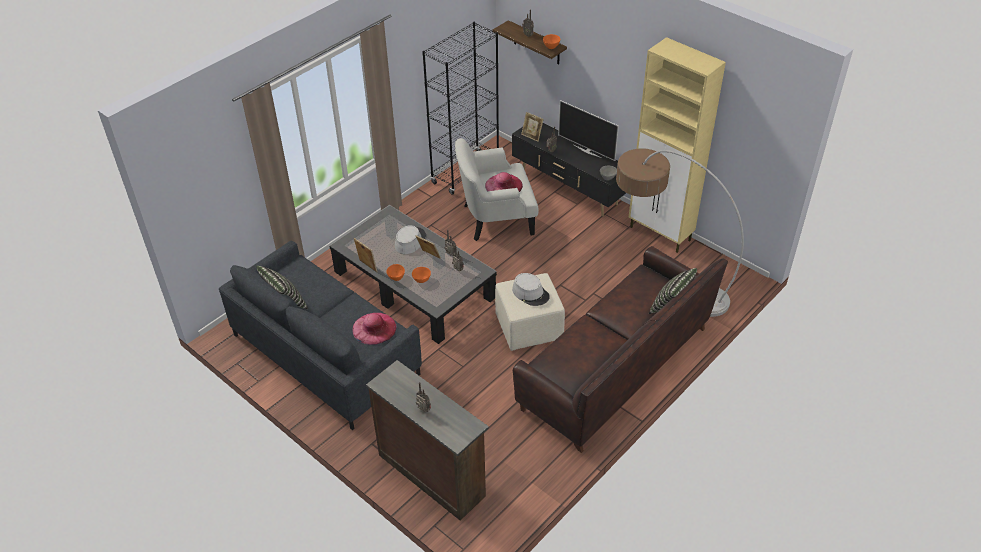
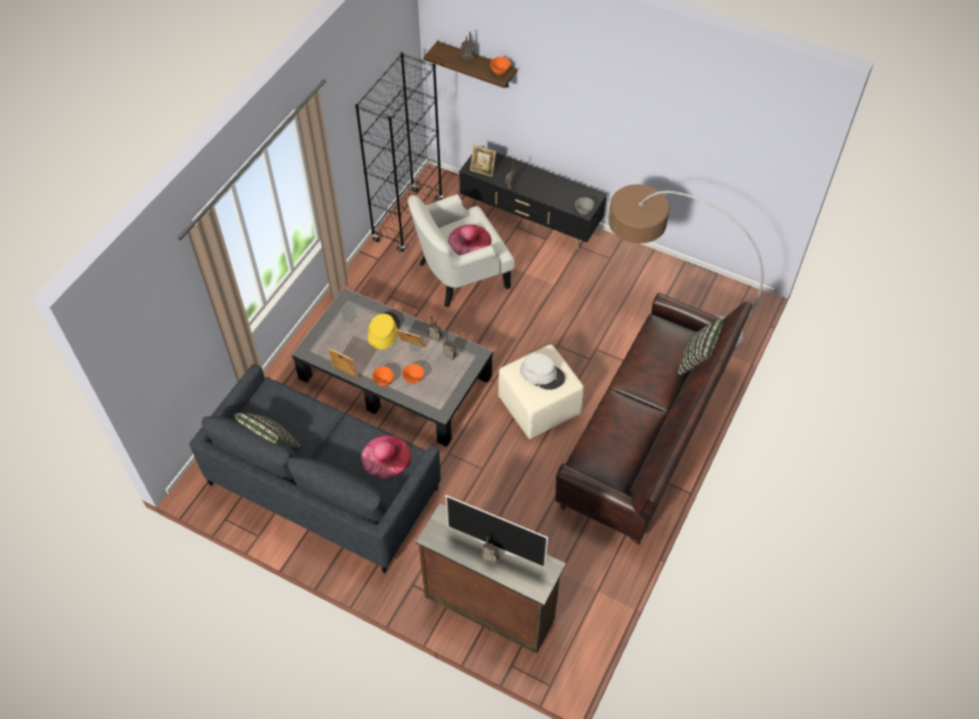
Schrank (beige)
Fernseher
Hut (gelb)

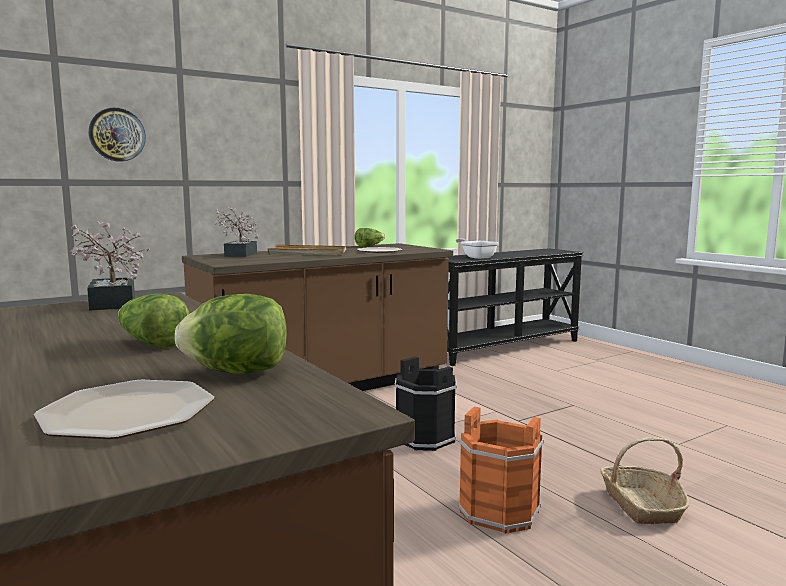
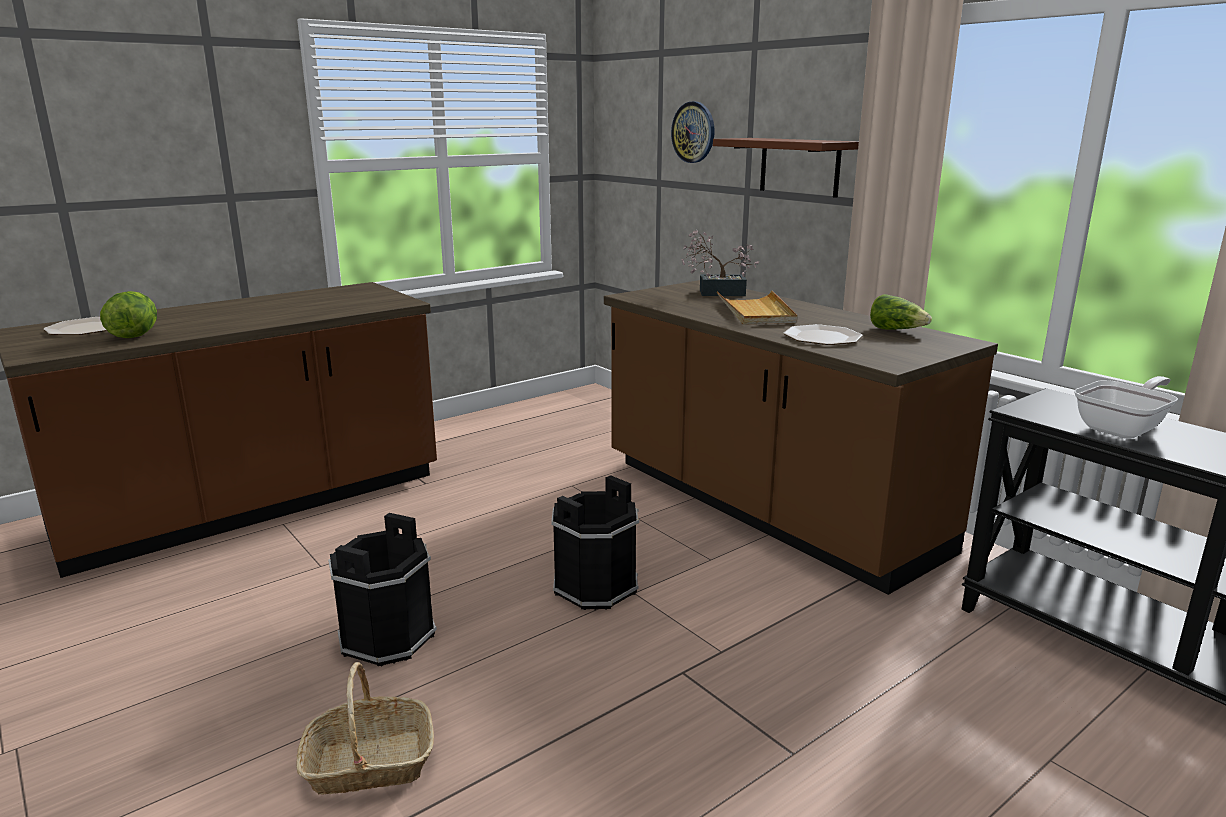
Topfpflanze (1st from left in the first image)
Salatkopf (1st from left in the first image)
Eimer (schwarz) (1st from left)
Wandregal (braun)

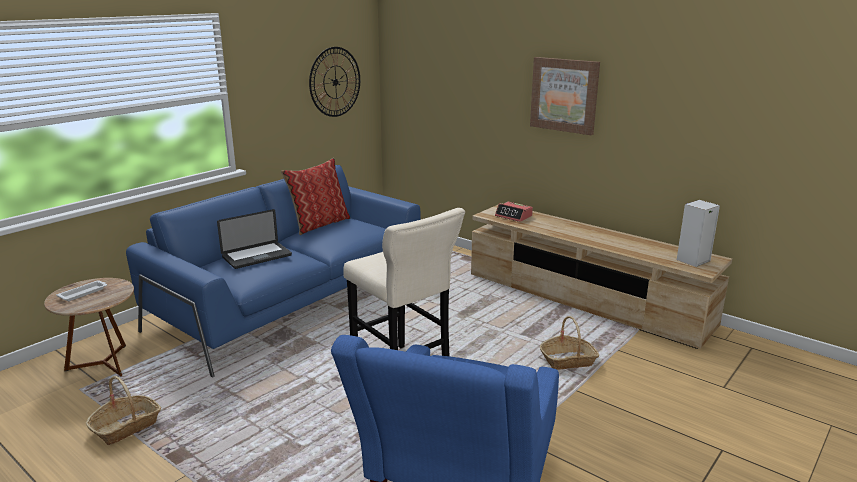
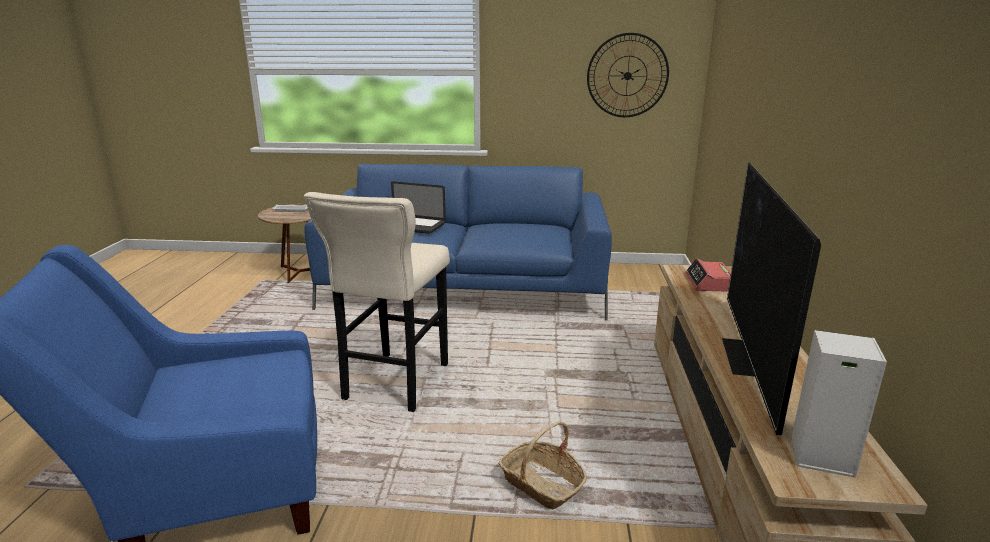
Bild
Kissen
Korb (1st from left in the first image)
Fernseher

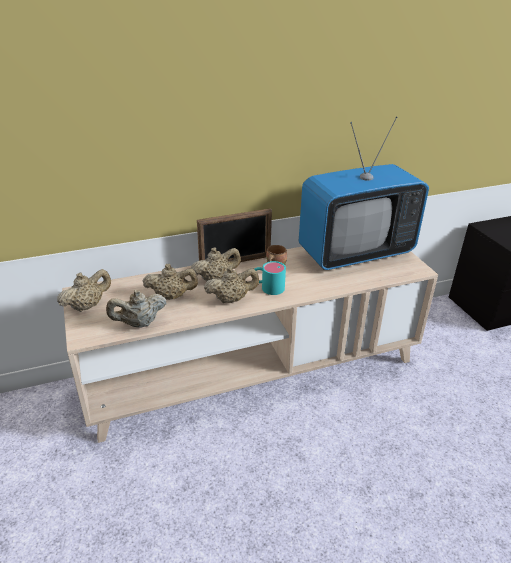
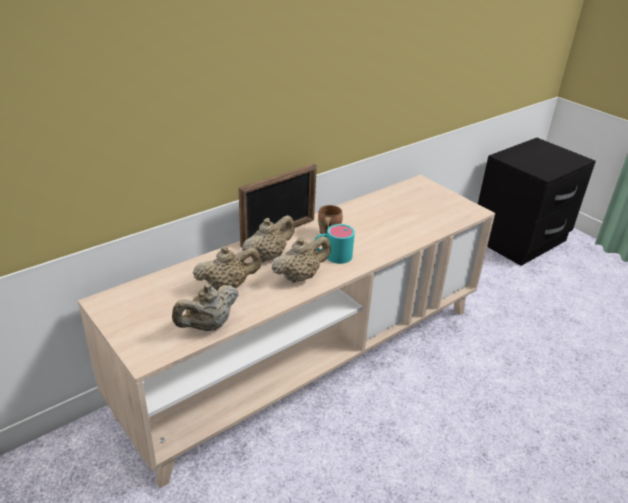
Fernseher
Teekanne (beige) (1st from left in the first image)

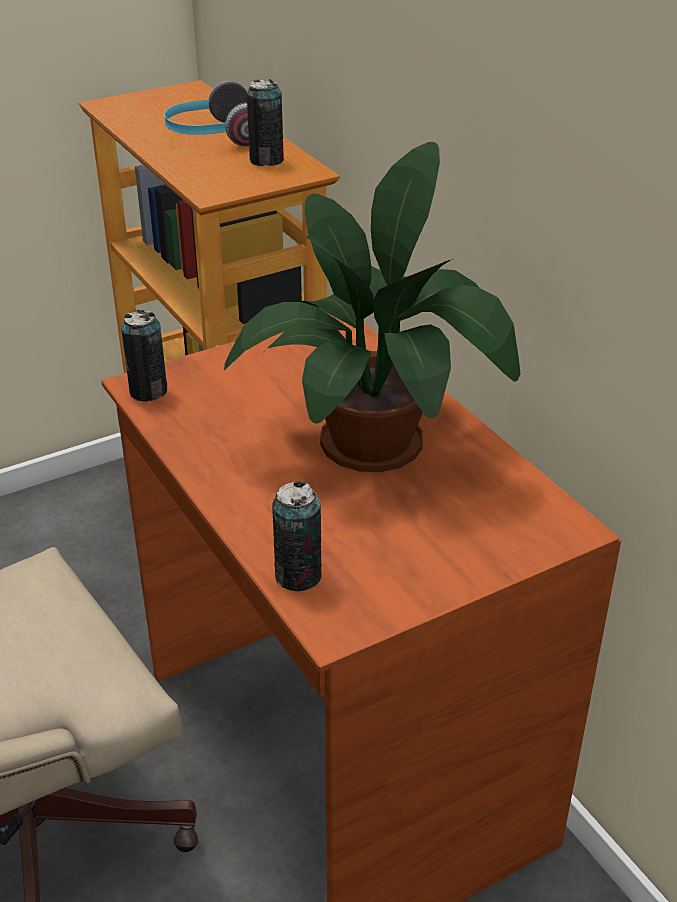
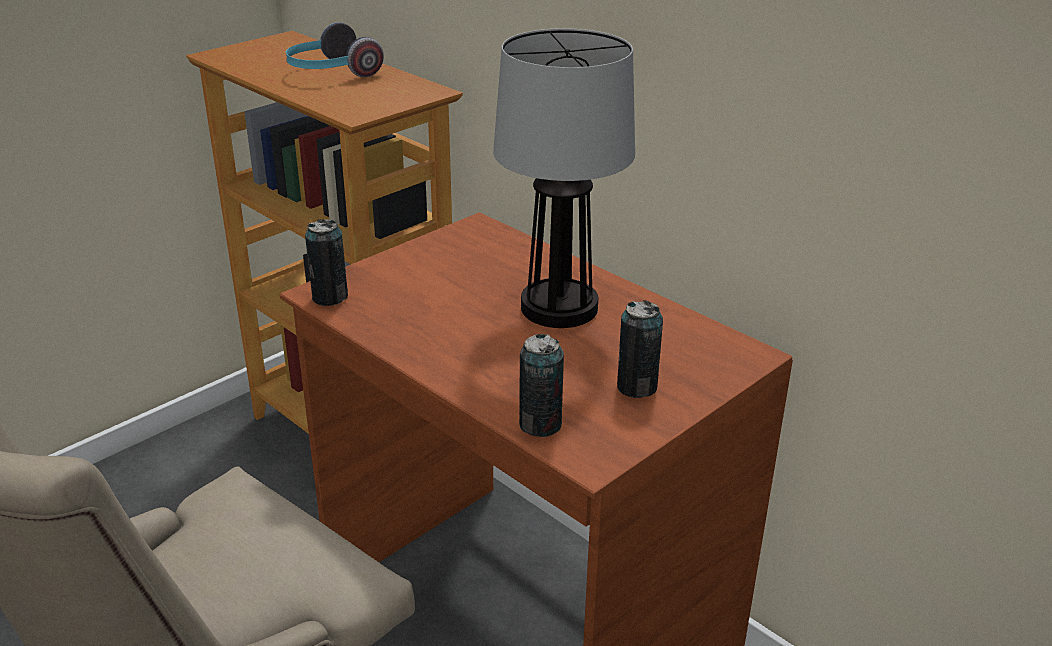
Dose (3rd from left)
Tischlampe

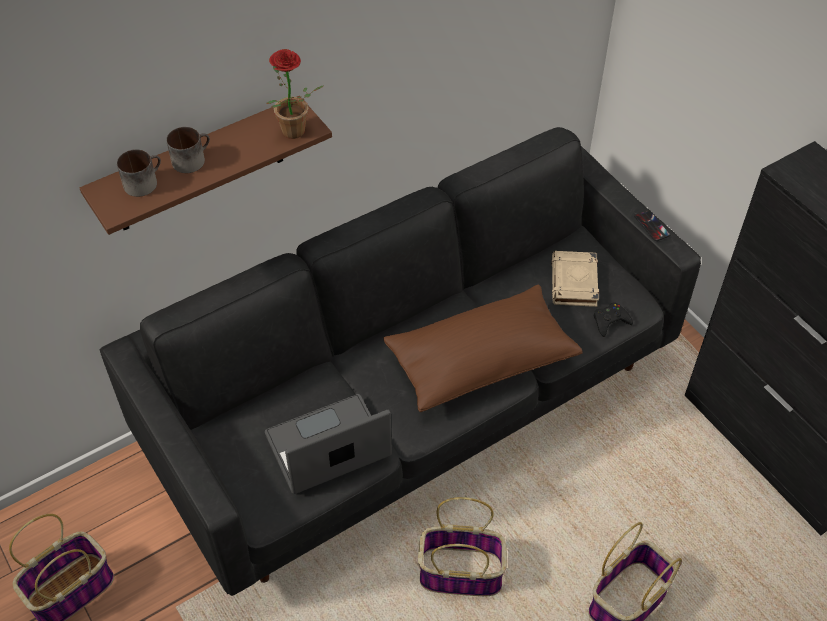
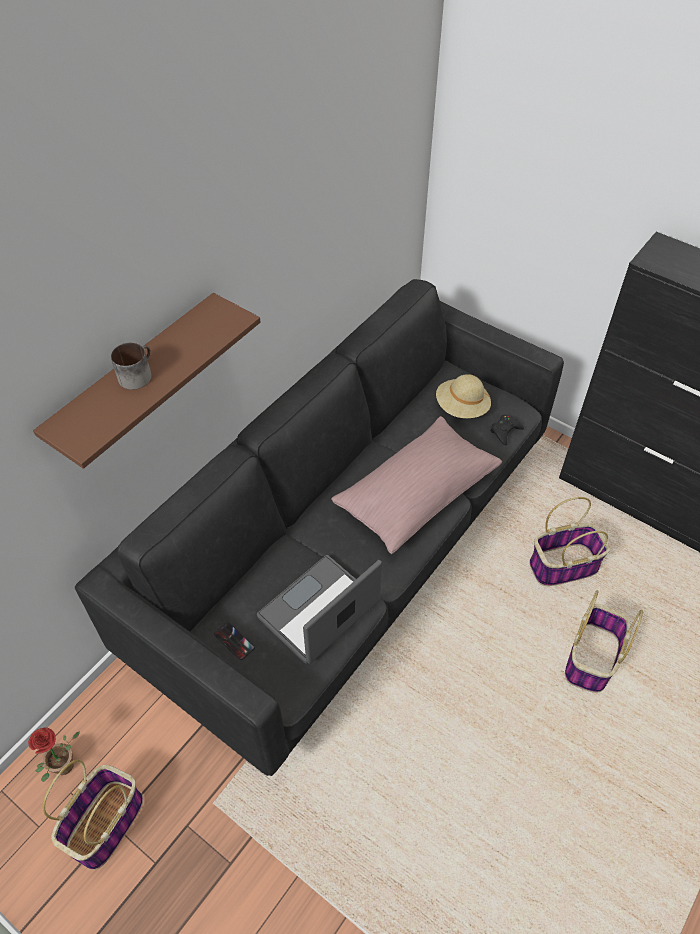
Topfpflanze
Henkelbecher (1st from left in the first image)
Handy
Hut (beige)
Kissen (rosa)
Korb (2nd from left)

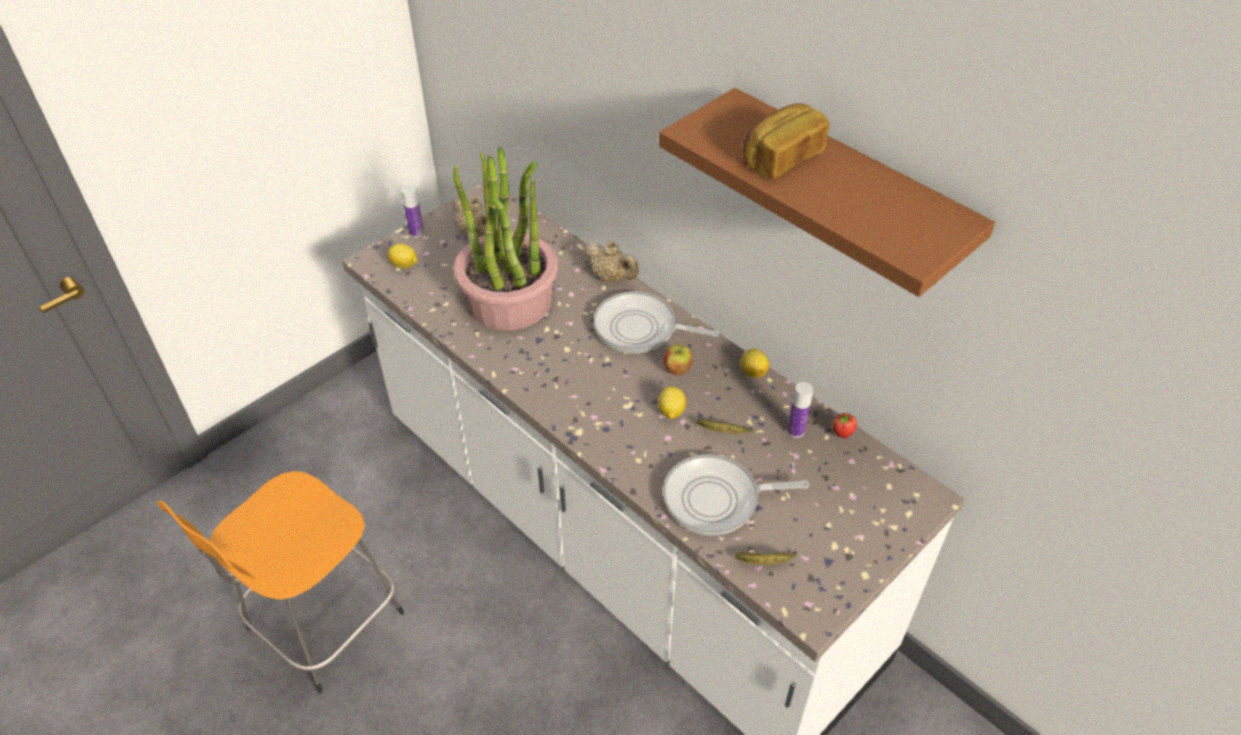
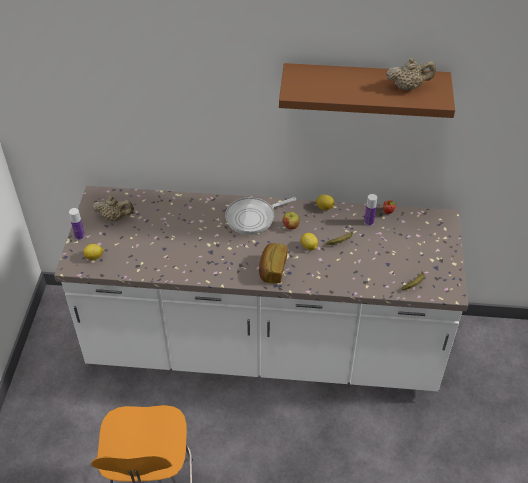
Brot
Topfpflanze
Teekanne (beige) (2nd from left)
Pfanne (2nd from left in the first image)

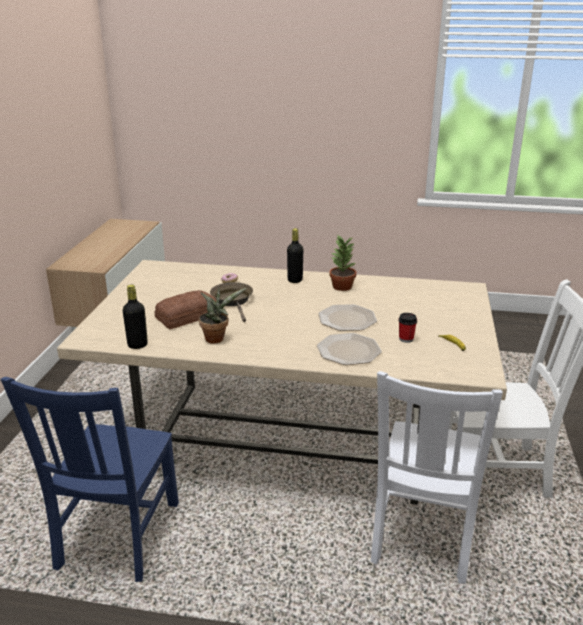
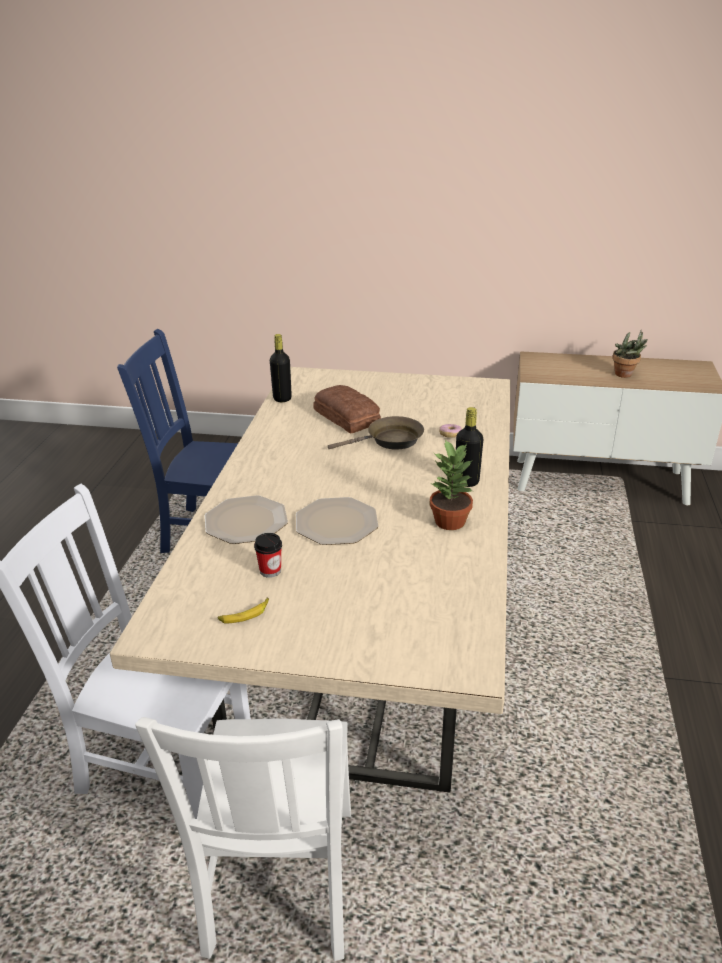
Topfpflanze (2nd from left)

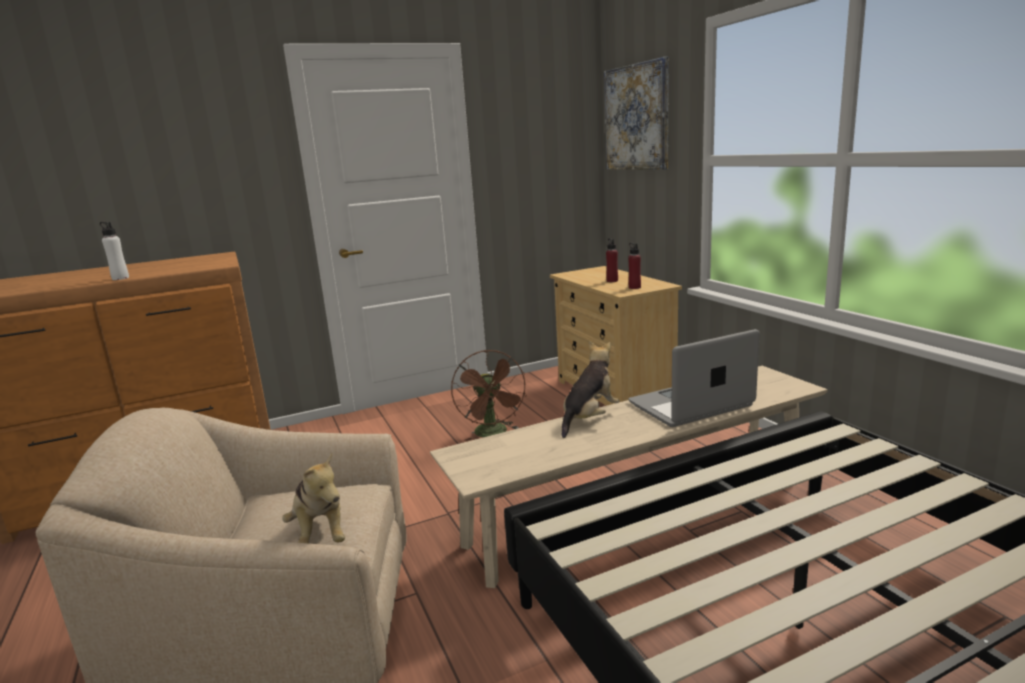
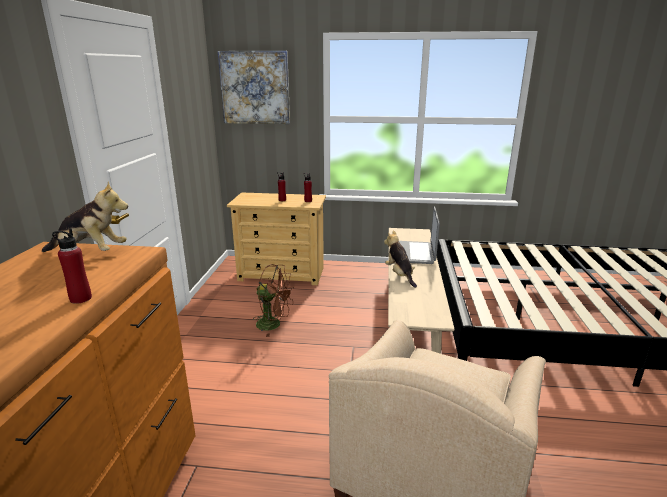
Flasche (rot) (1st from left)
Plüschtier (1st from left)

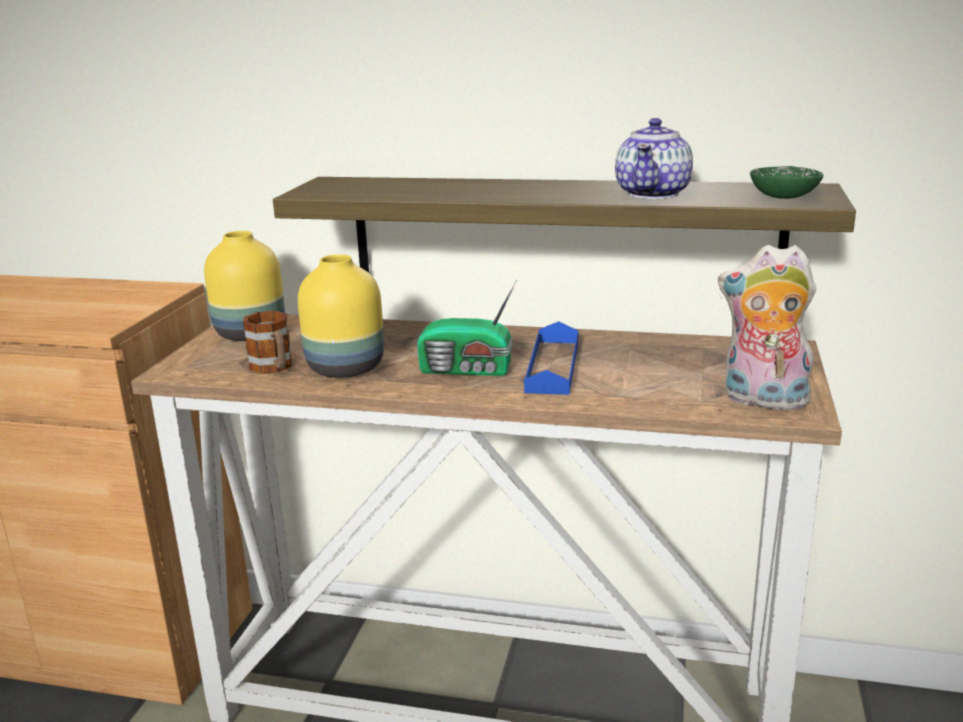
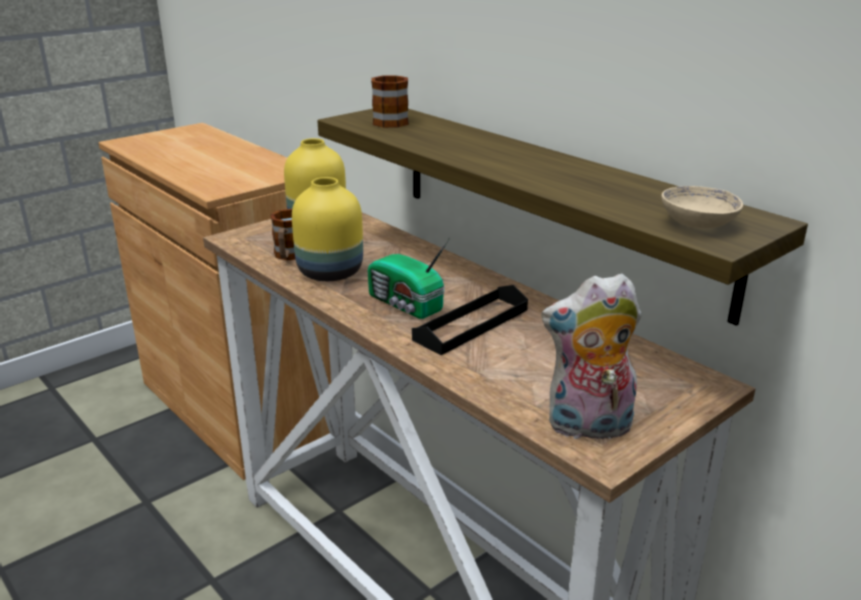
Teekanne
Schüssel (beige)
Plüschtier
Tablett (schwarz)
Henkelbecher (2nd from left)

